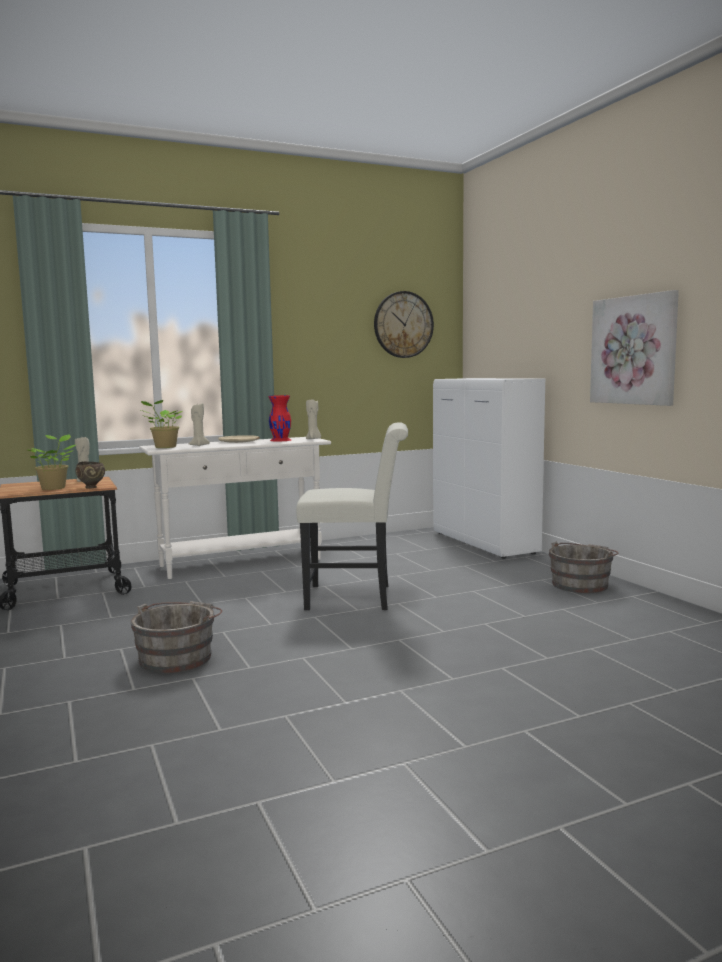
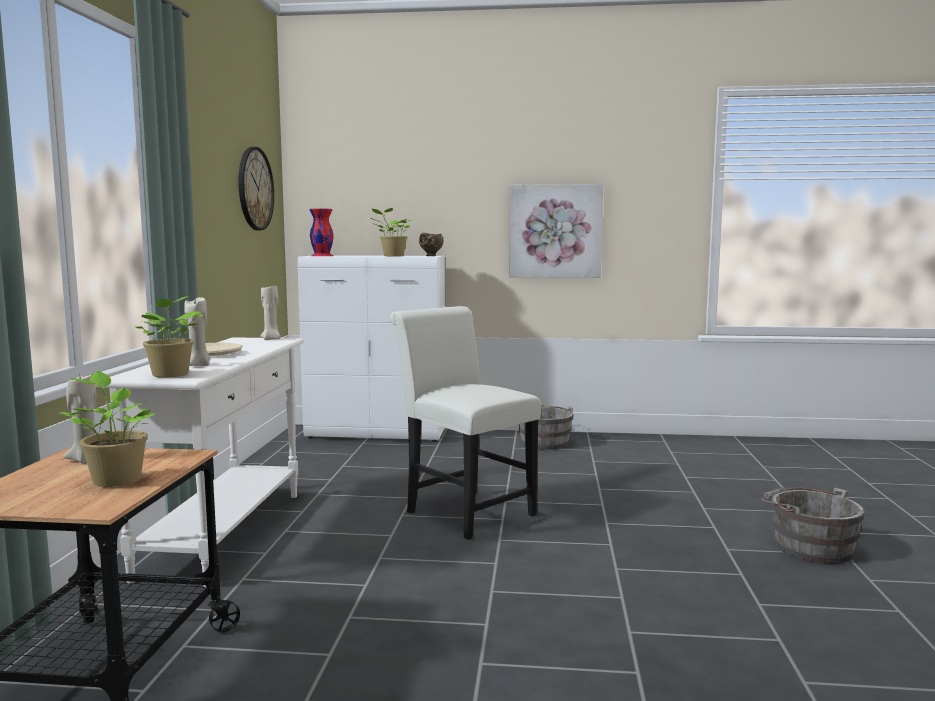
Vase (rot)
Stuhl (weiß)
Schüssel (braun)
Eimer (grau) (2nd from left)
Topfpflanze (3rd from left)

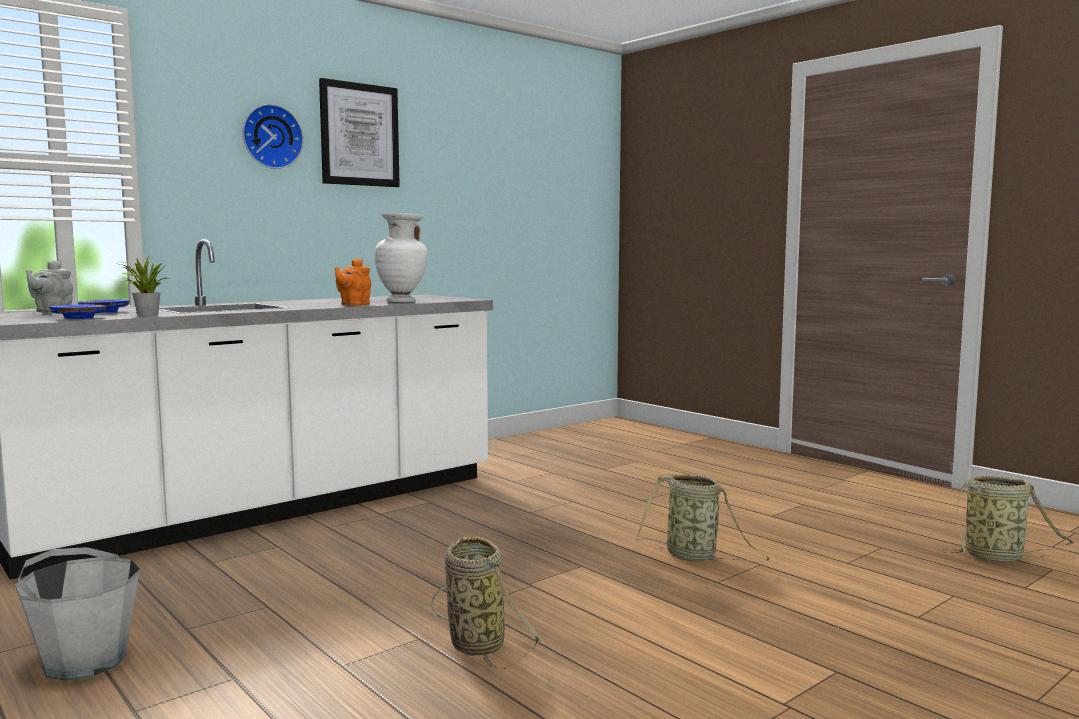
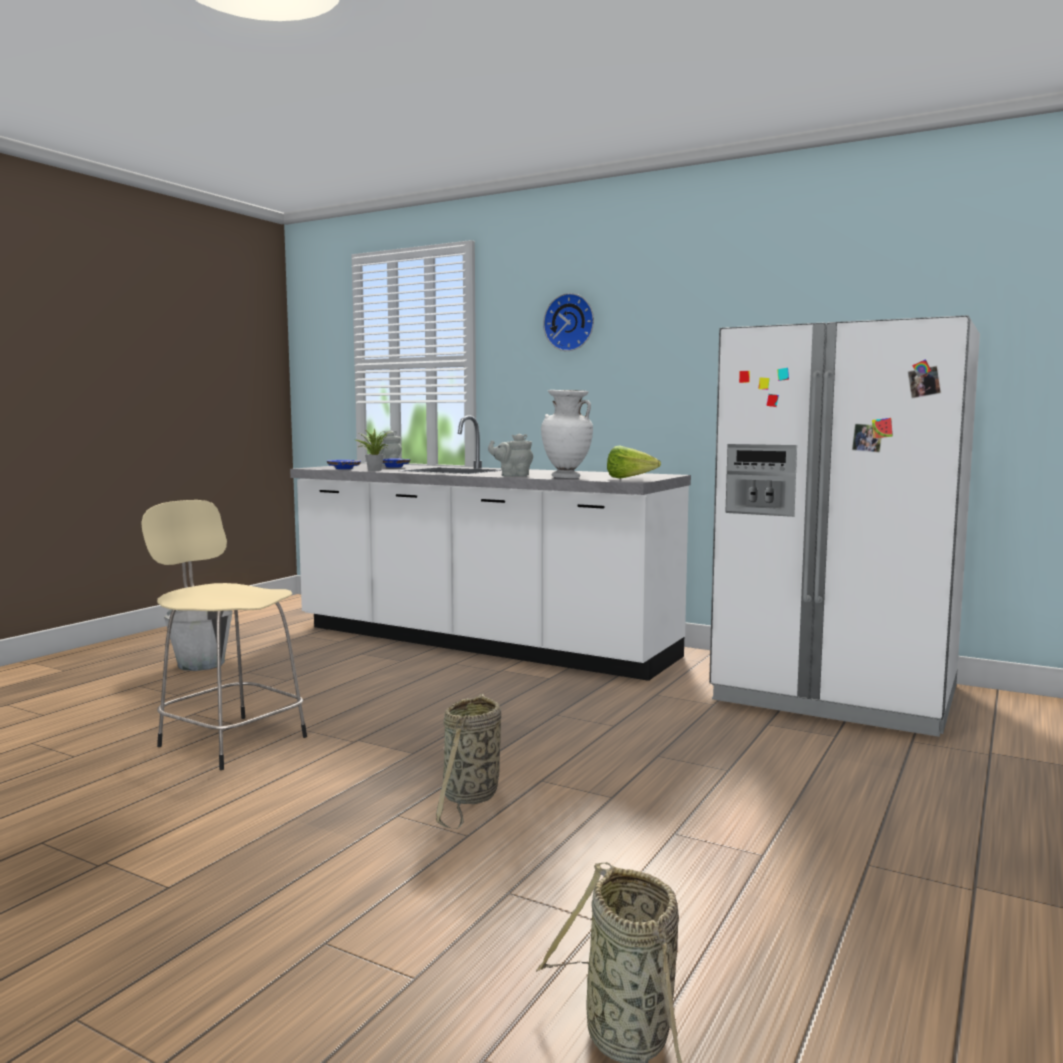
Bild
Teekanne (grau) (2nd from left)
Hocker (beige)
Kühlschrank (weiß)
Salatkopf

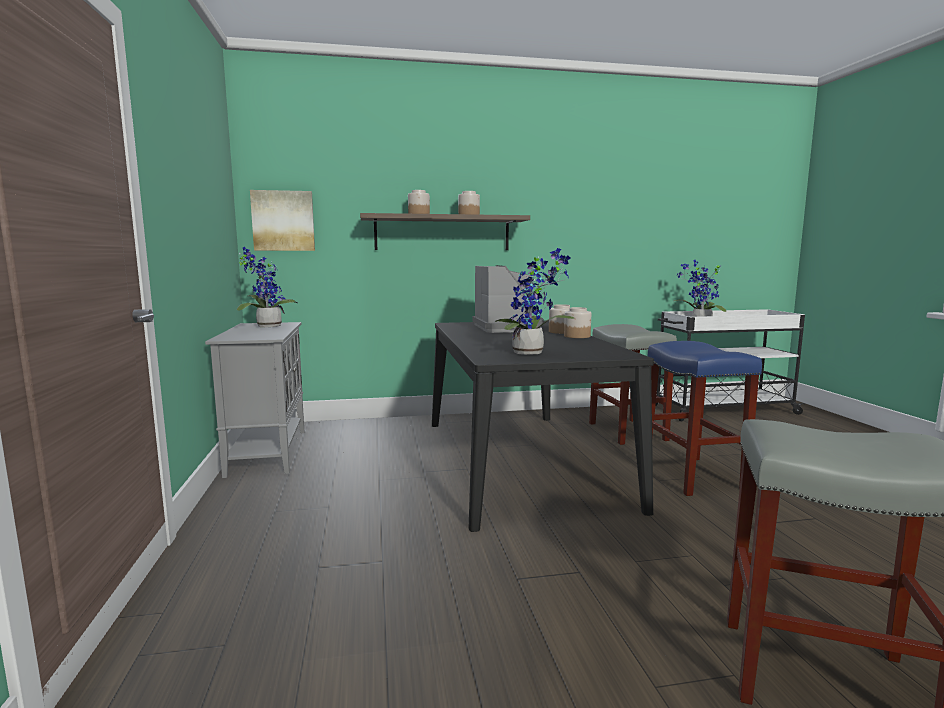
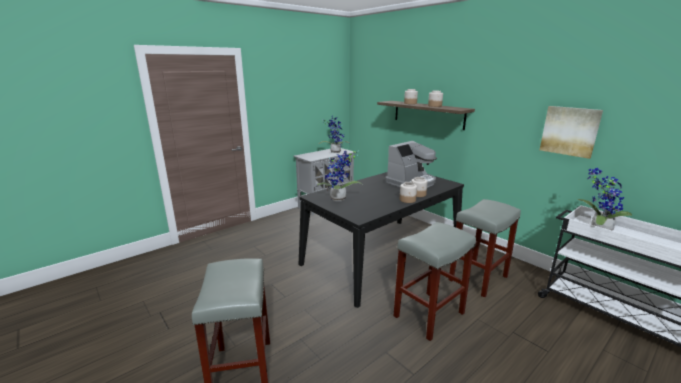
Bild
Hocker (grau) (2nd from left)

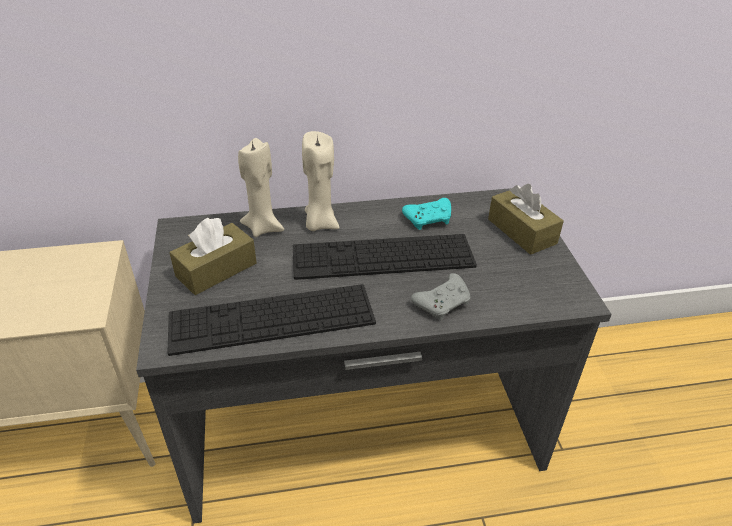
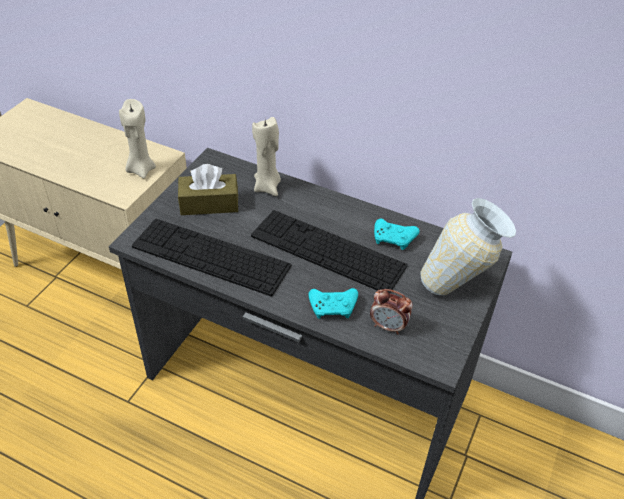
Kerze (beige) (1st from left)
Vase
Gamepad (türkis) (1st from left)
Wecker

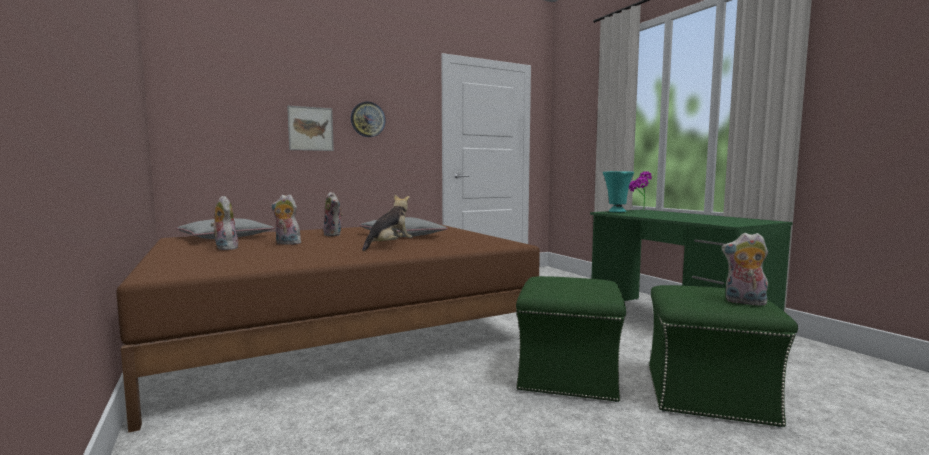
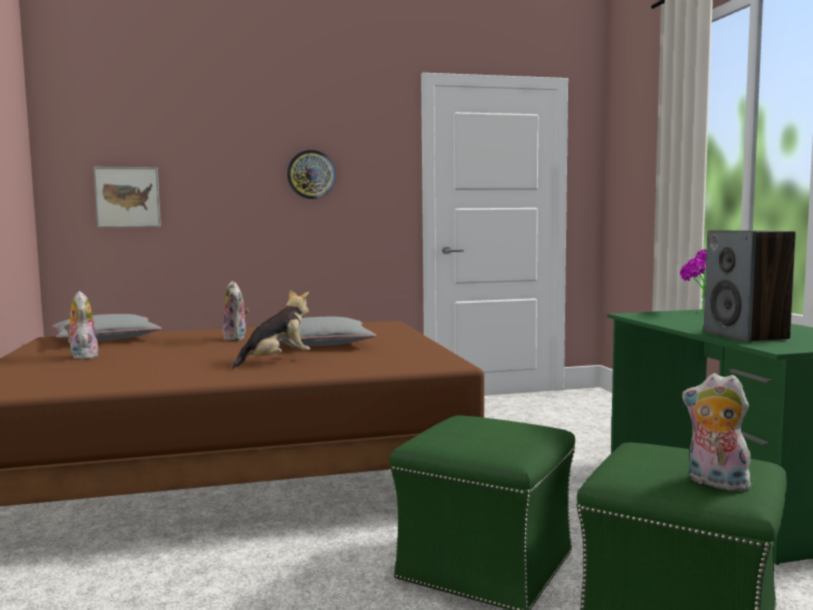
Bild
Vase (türkis)
Plüschtier (2nd from left in the first image)
Lautsprecher

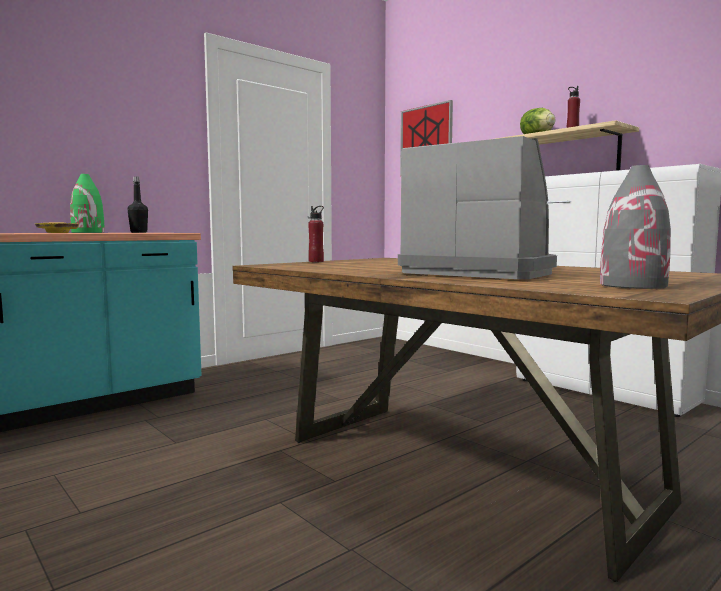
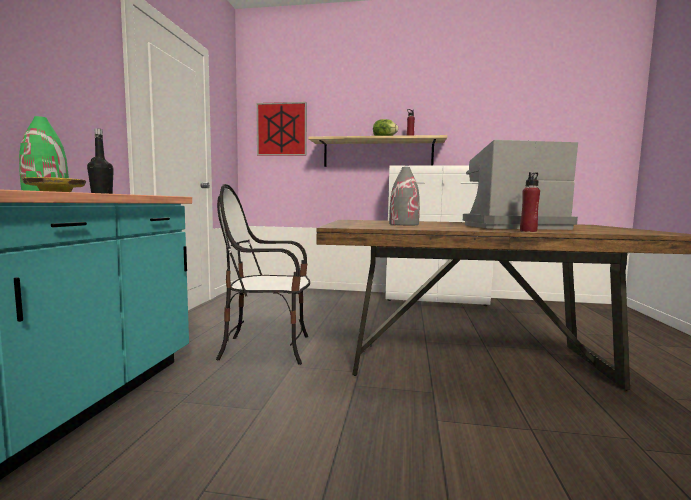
Vase (grau)
Flasche (rot) (2nd from left)
Stuhl

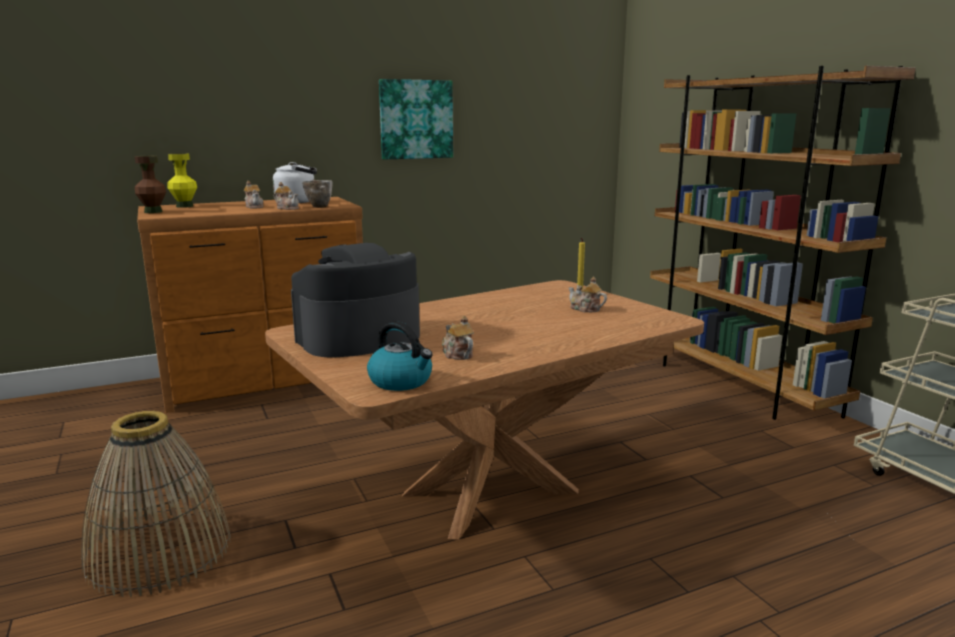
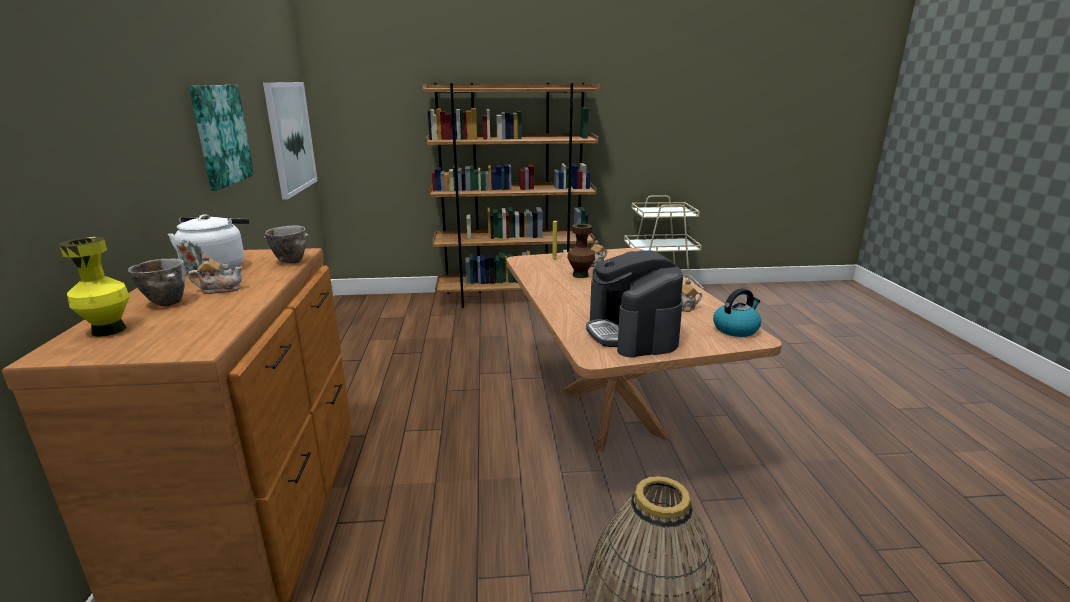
Vase (braun)
Teekanne (2nd from left in the first image)
Bild (2nd from left)
Schüssel (1st from left)

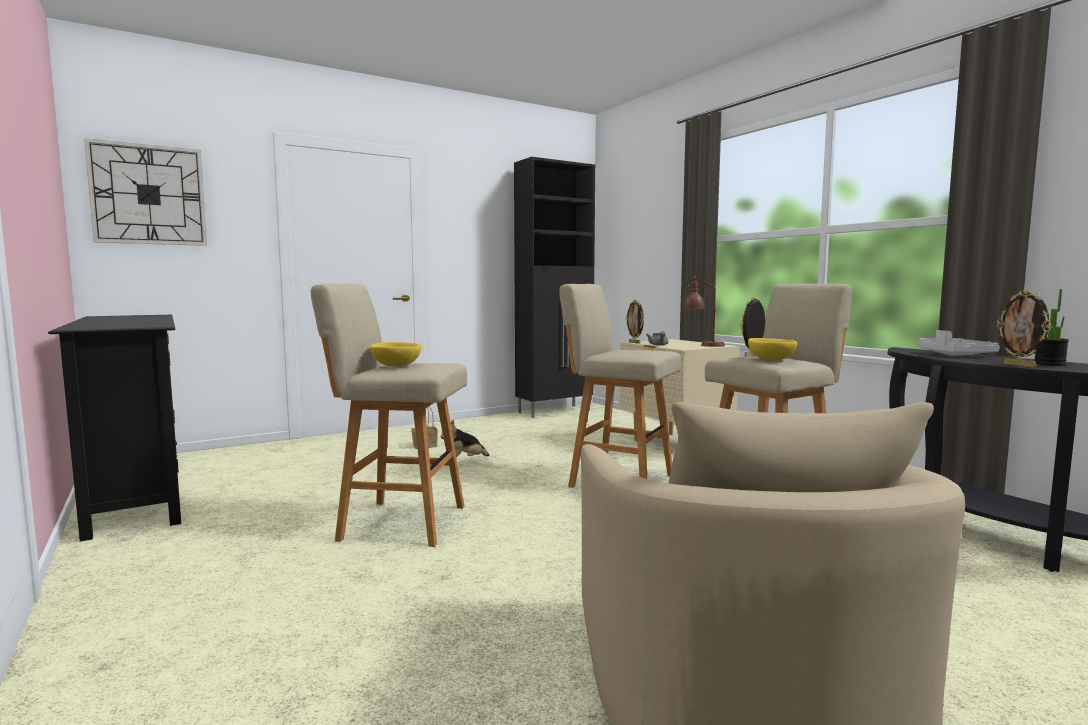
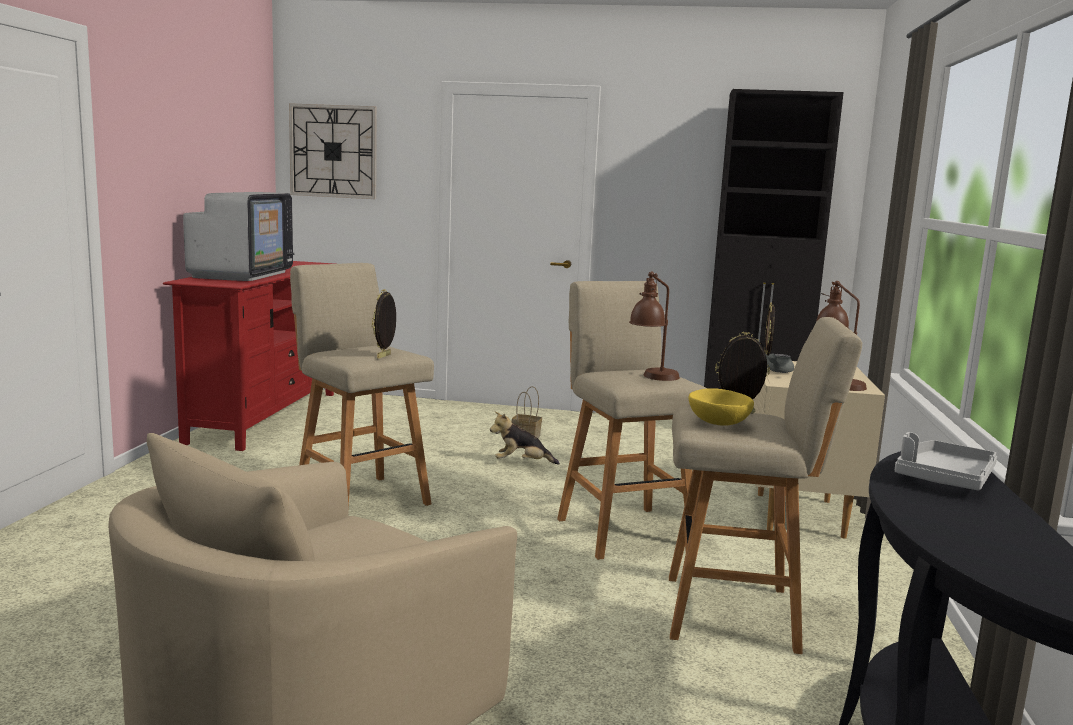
Bilderrahmen (1st from left)
Topfpflanze
Fernsehschrank (rot)
Schüssel (gelb) (1st from left in the first image)
Fernseher
Tischlampe (braun) (1st from left)

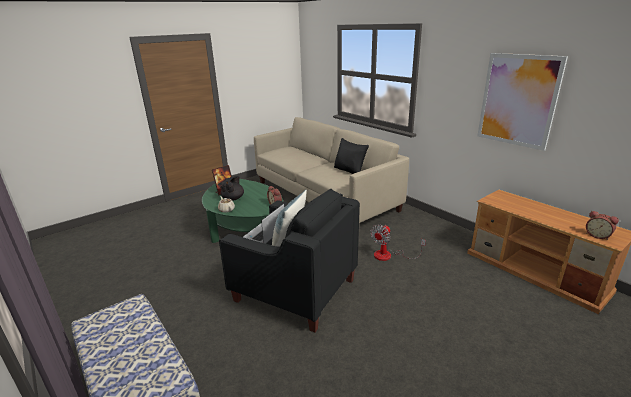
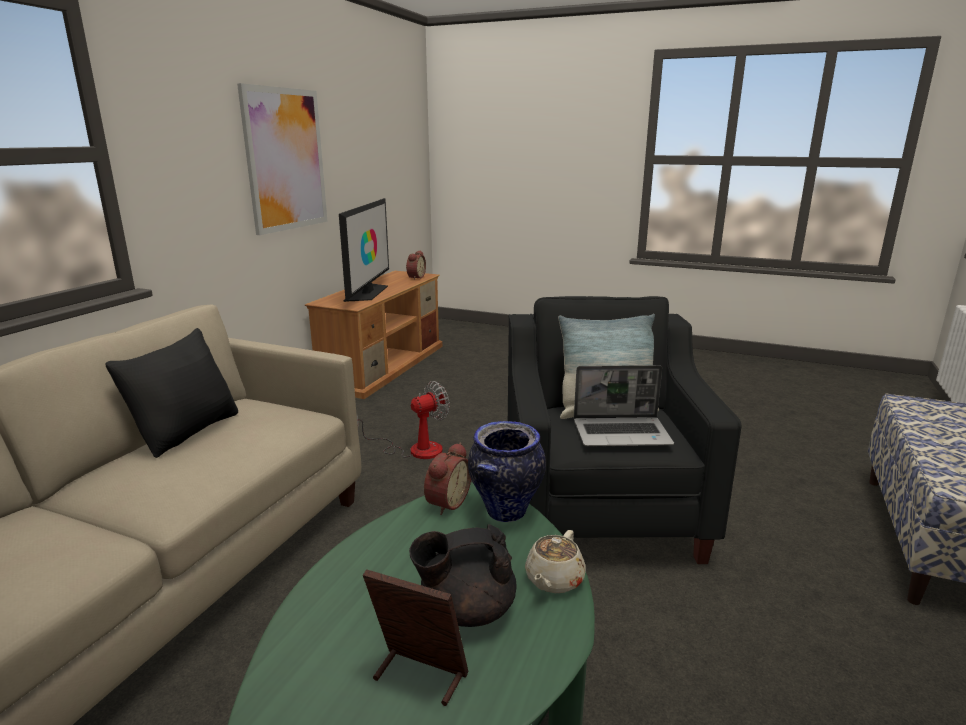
Ventilator
Fernseher
Vase

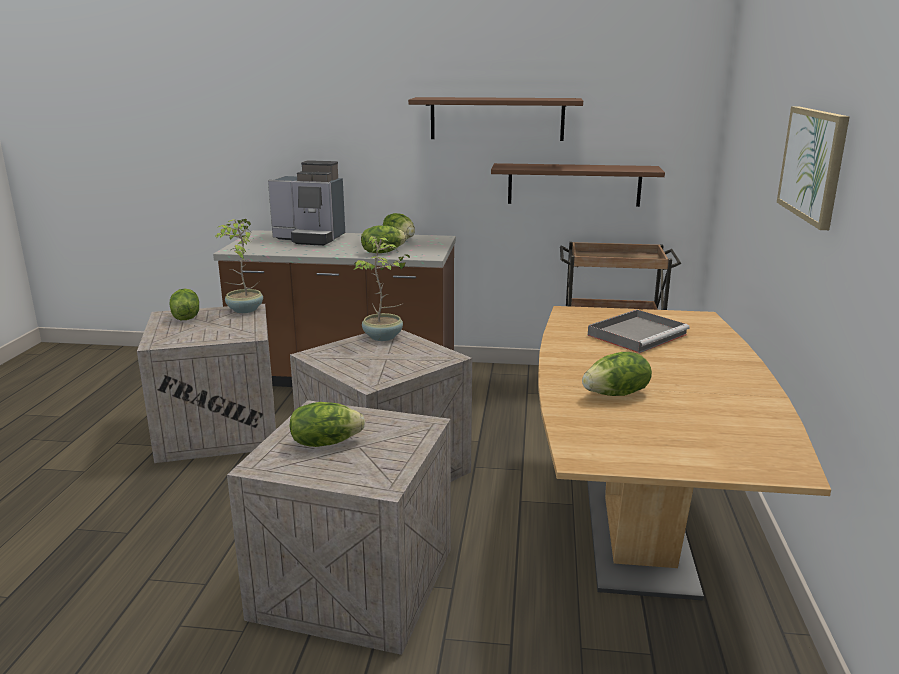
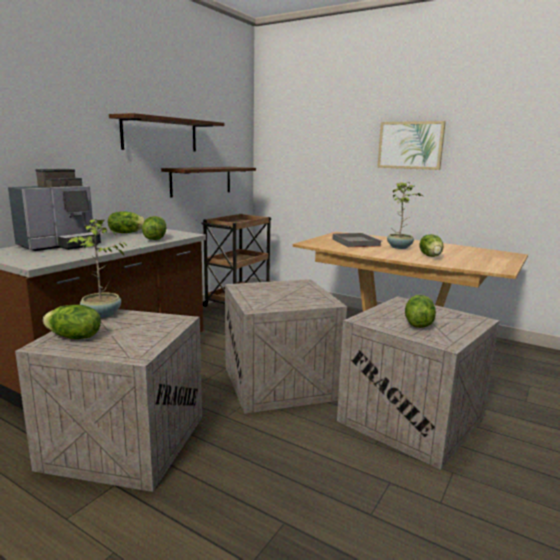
Topfpflanze (2nd from left)

